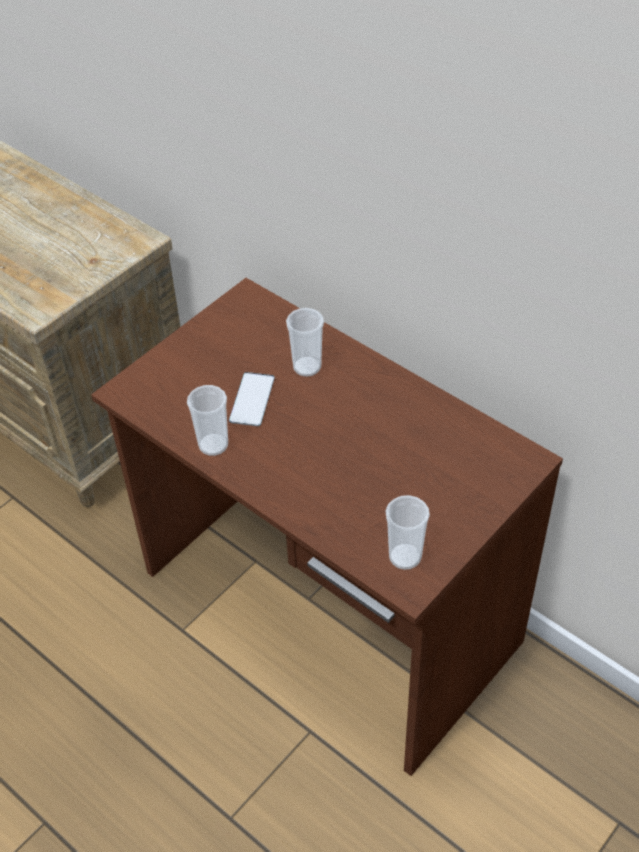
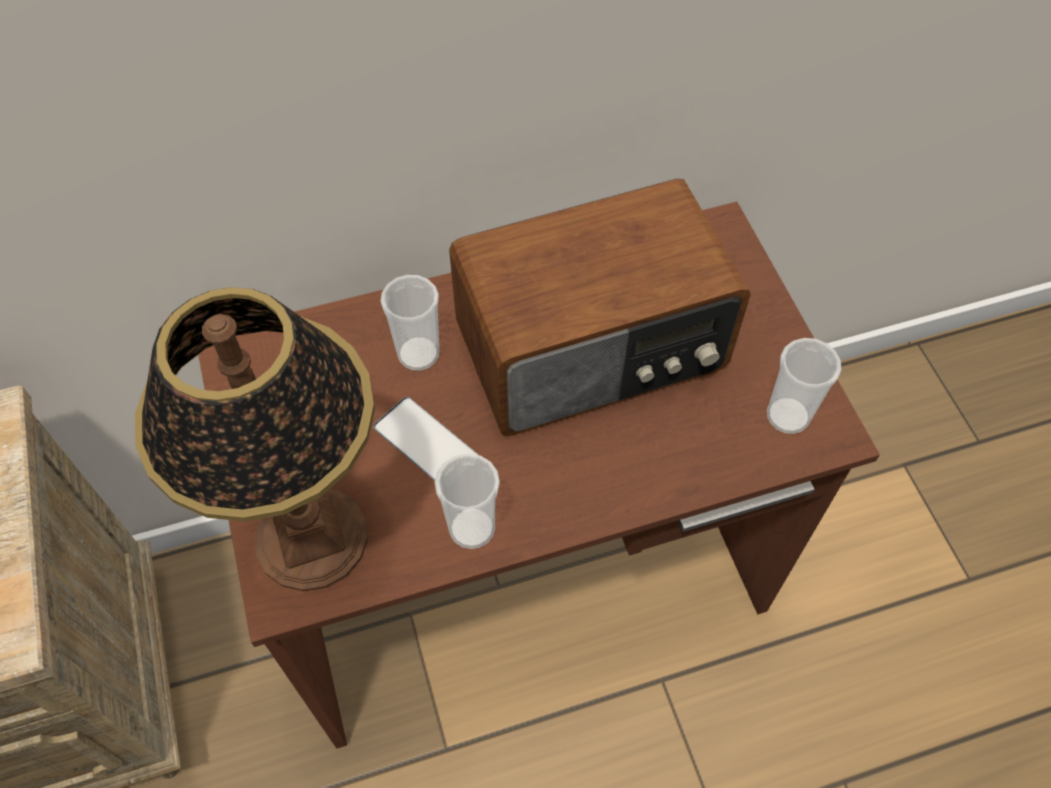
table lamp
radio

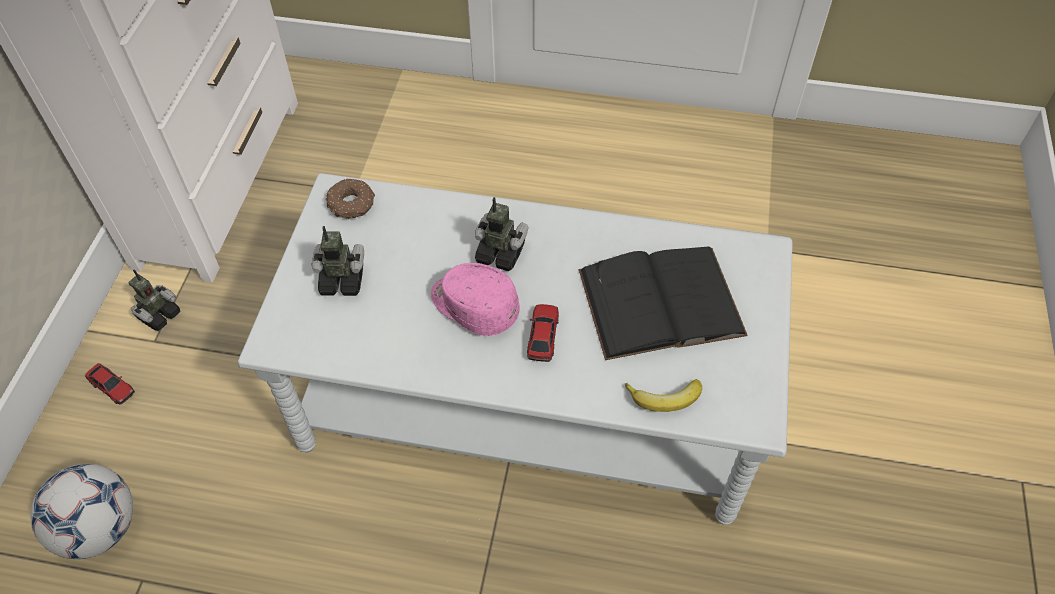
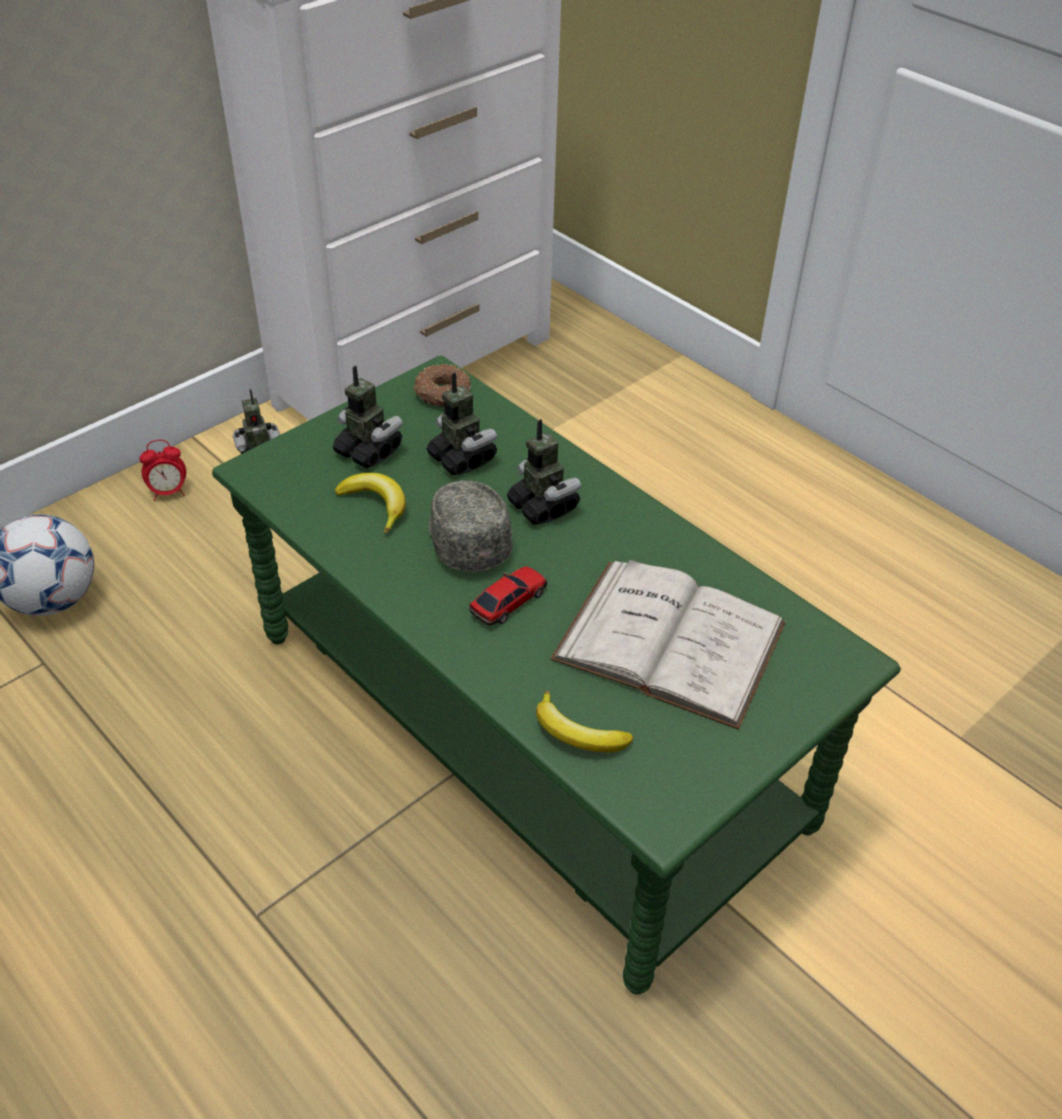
alarm clock
coffee table in green
banana (1st from left)
toy robot (3rd from left)
cap in grey
book in white

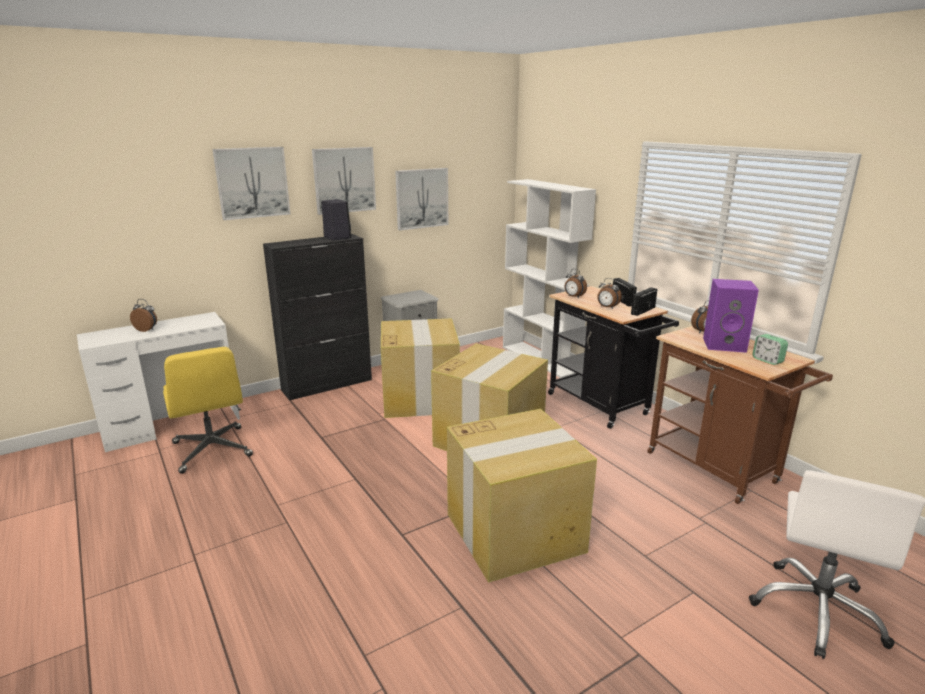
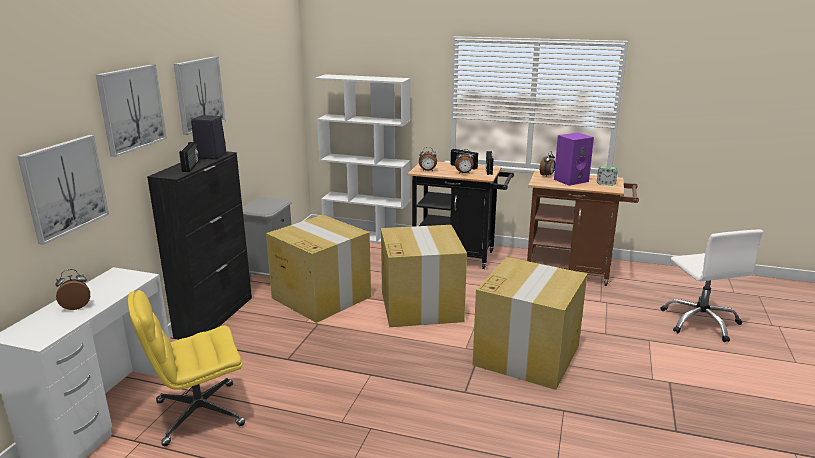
picture (1st from left)
office chair in yellow
radio (1st from left)

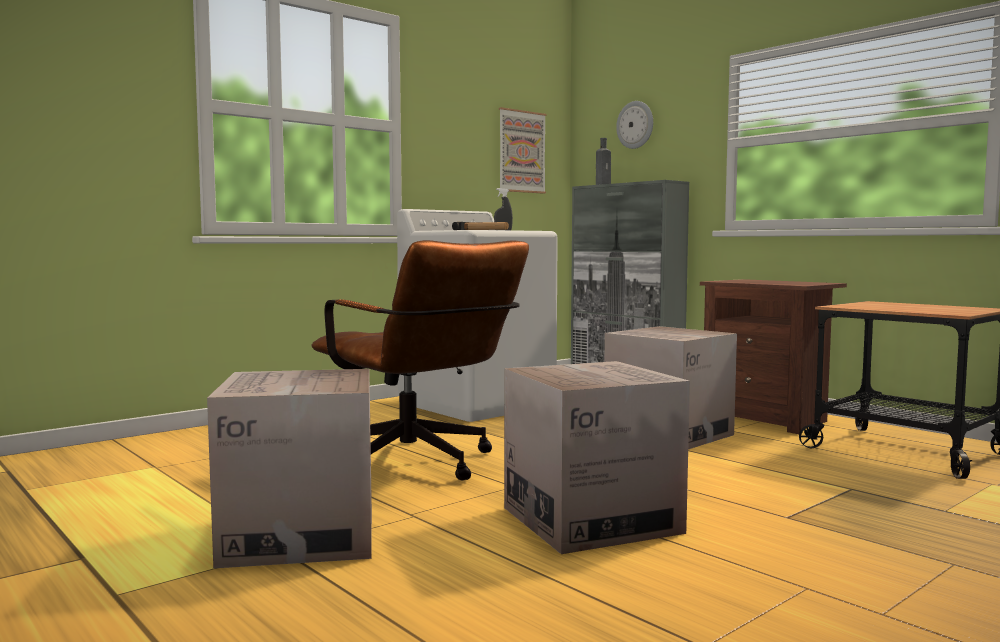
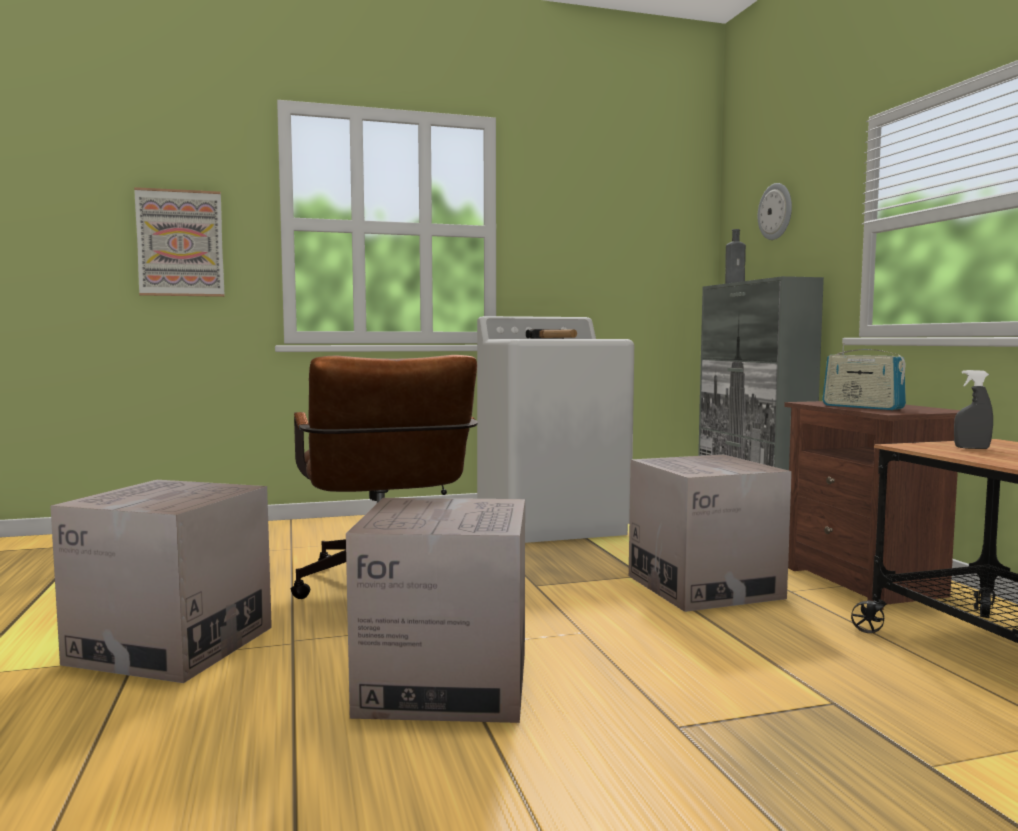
picture
radio
spray bottle in grey

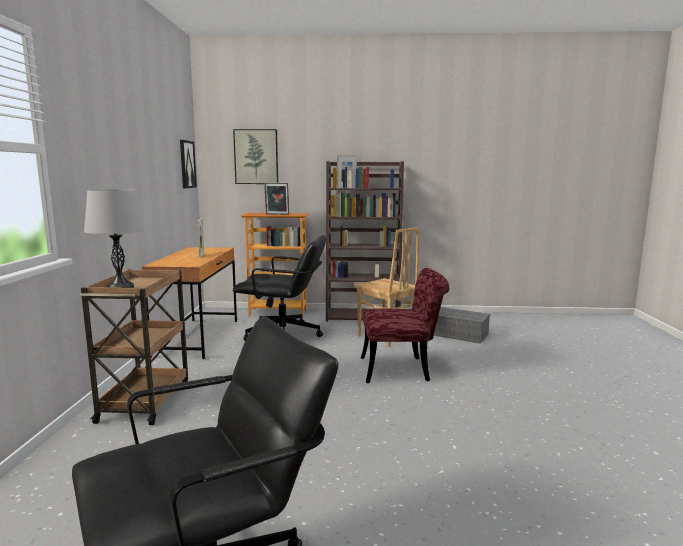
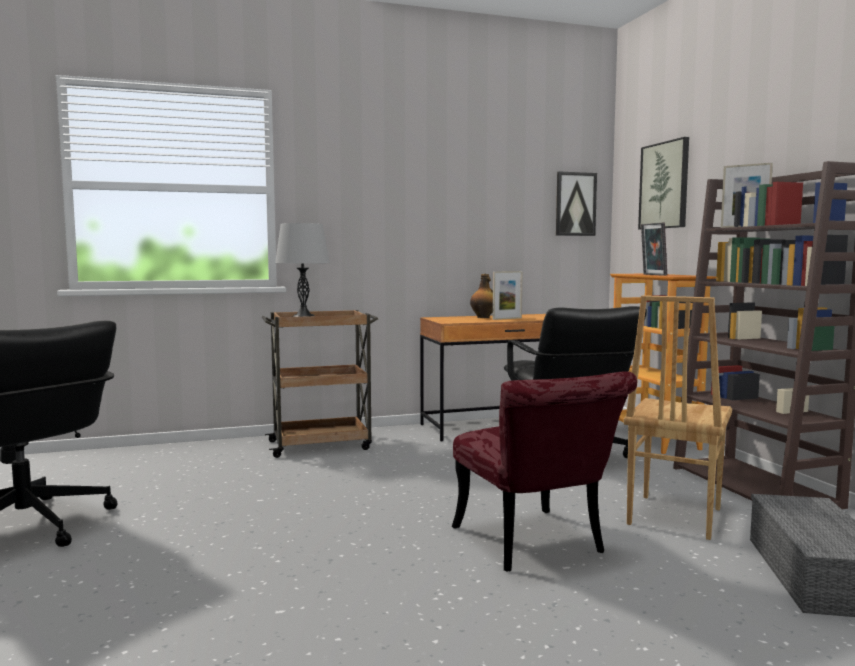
bottle

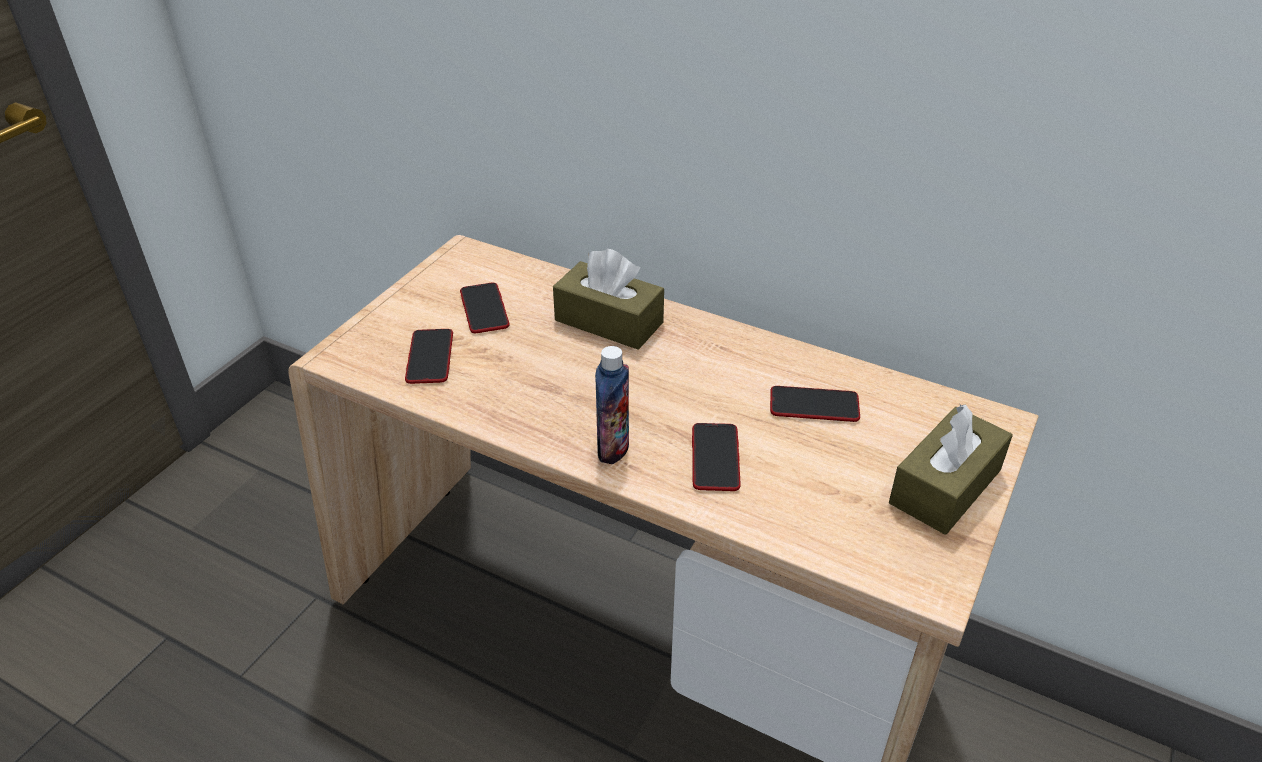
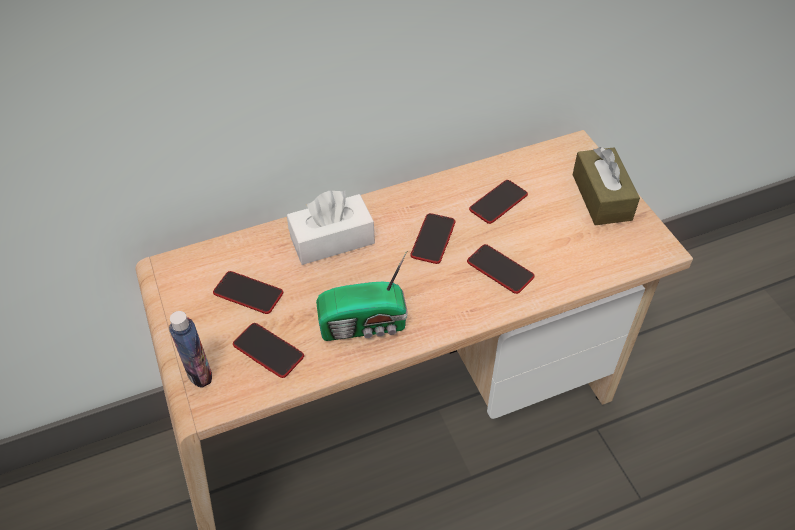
bottle
tissue box in white
radio
phone (3rd from left)

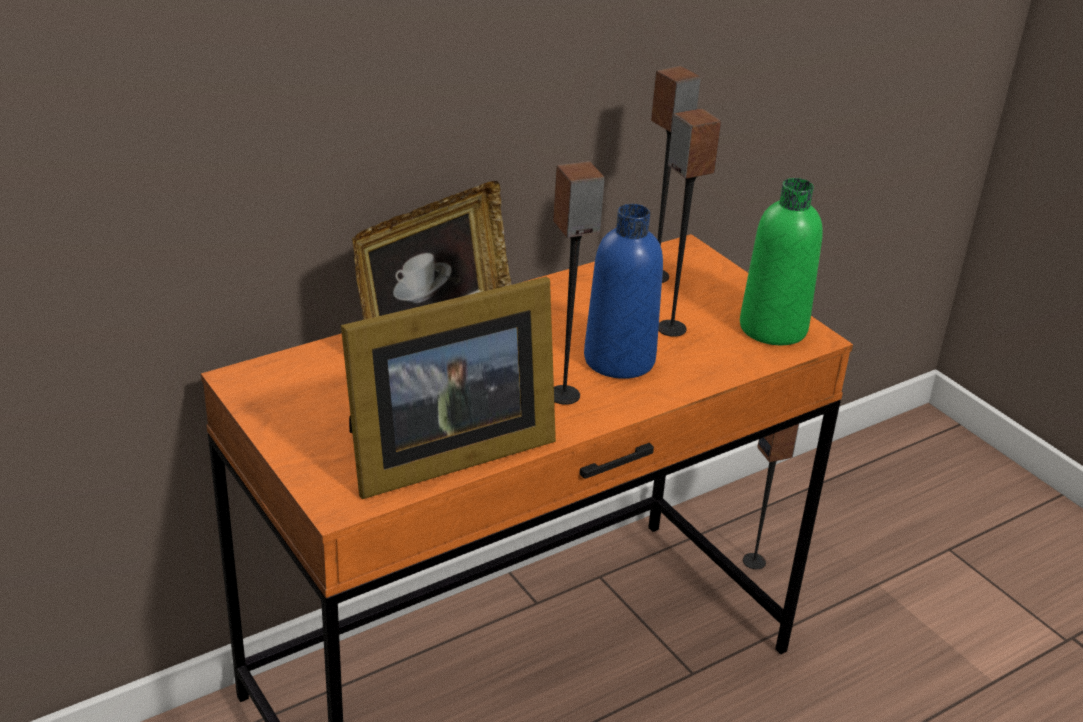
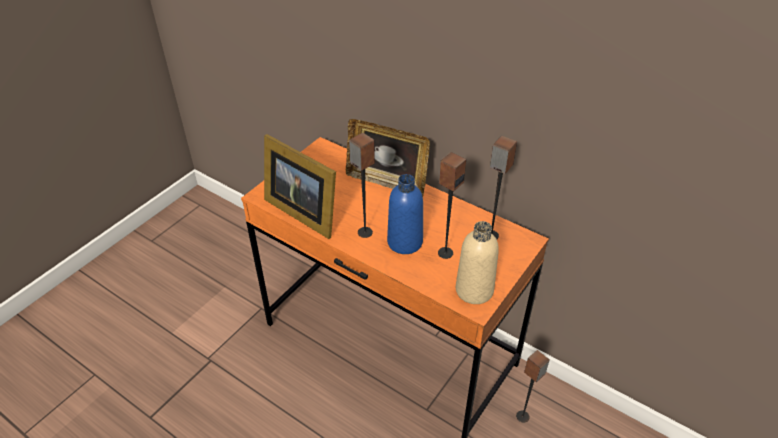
bottle in beige

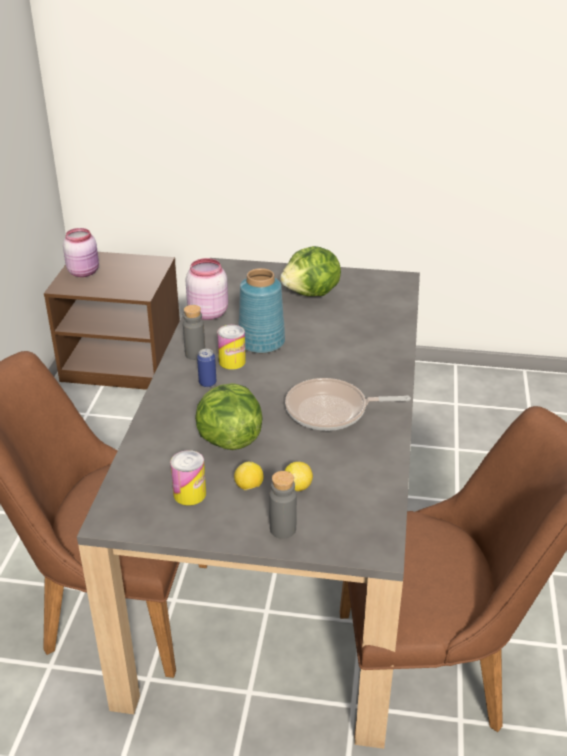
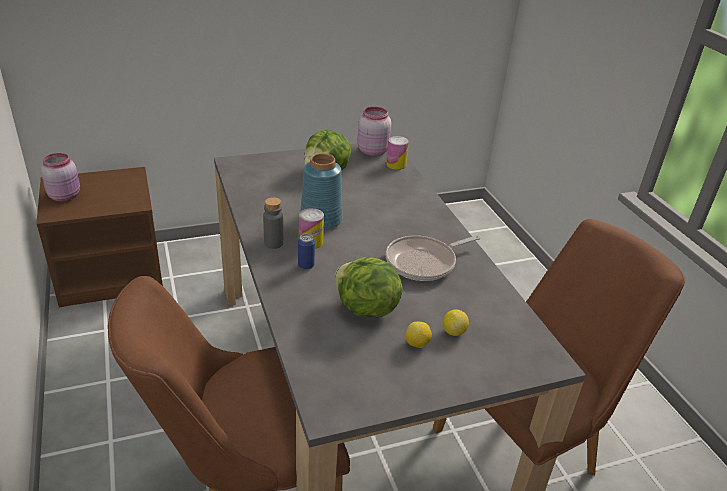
jar in pink (2nd from left)
can (3rd from left)
bottle in grey (2nd from left in the first image)

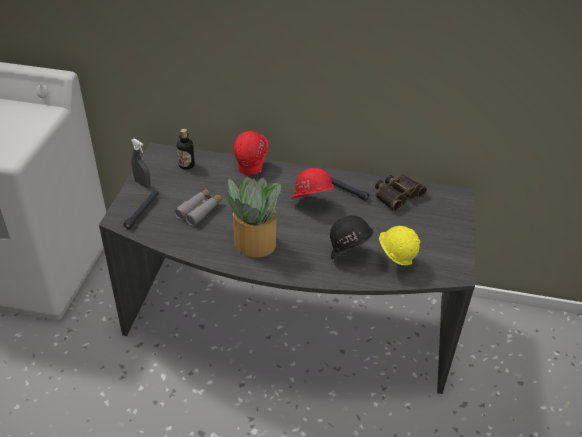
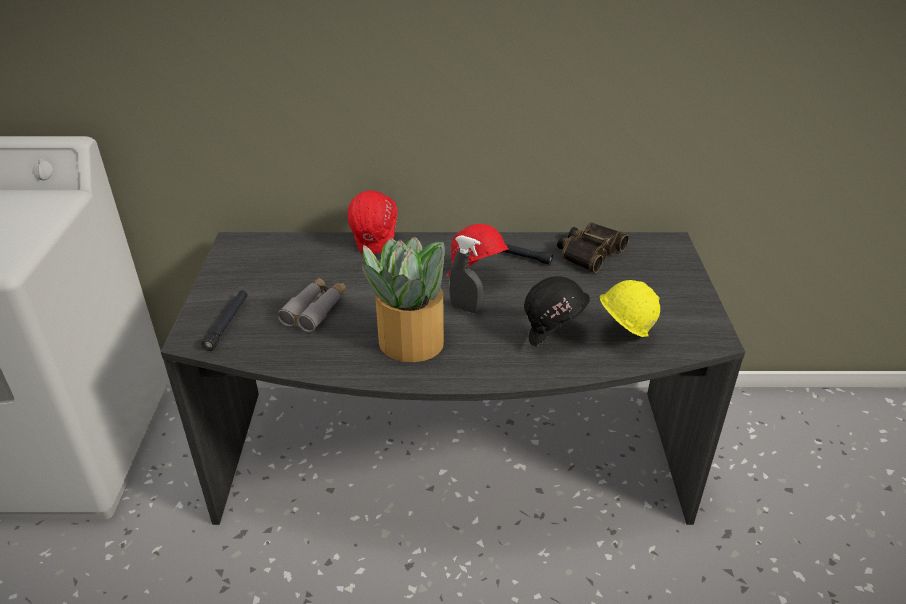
spray bottle in grey
bottle

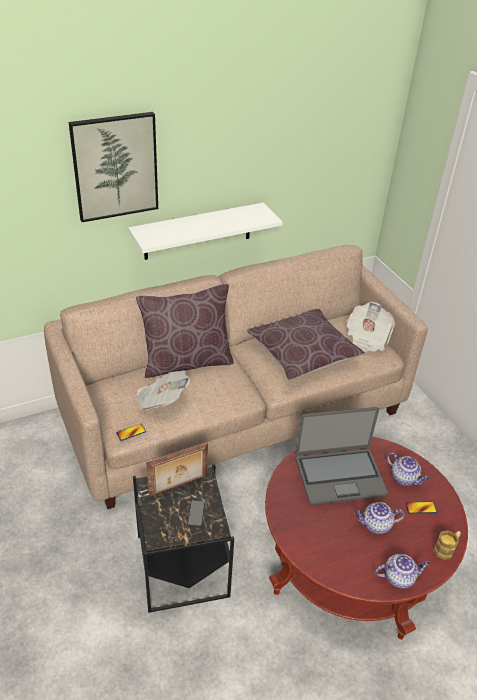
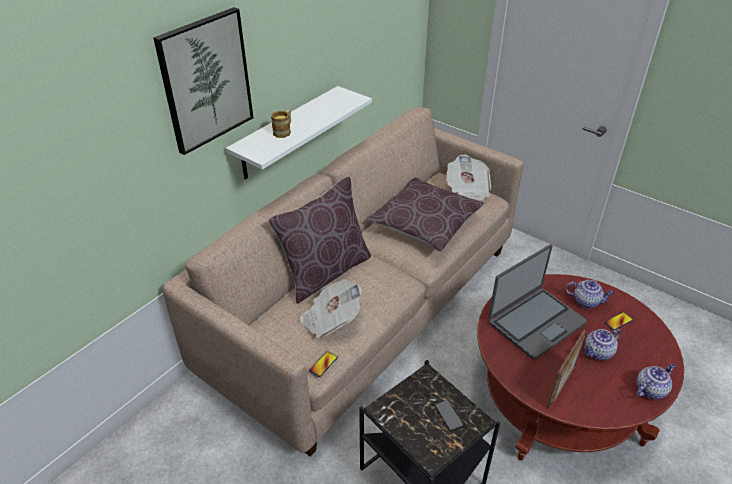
mug
picture frame

